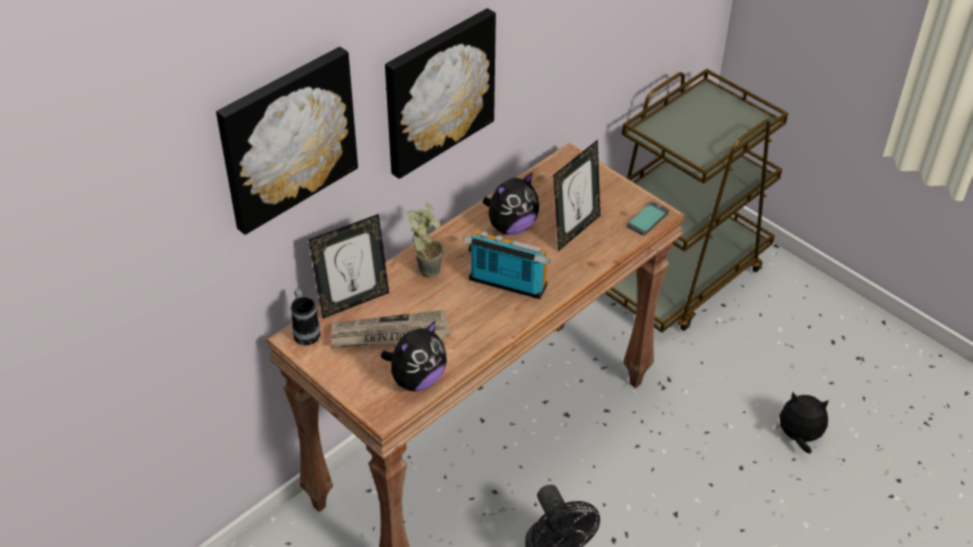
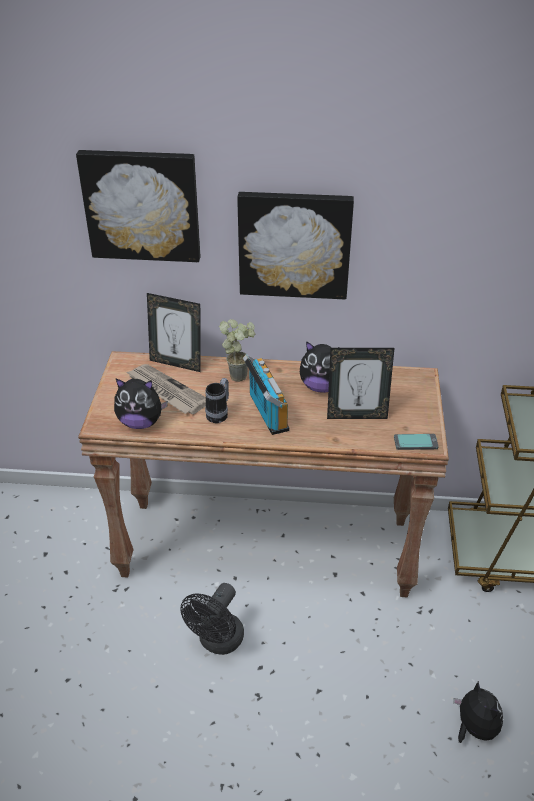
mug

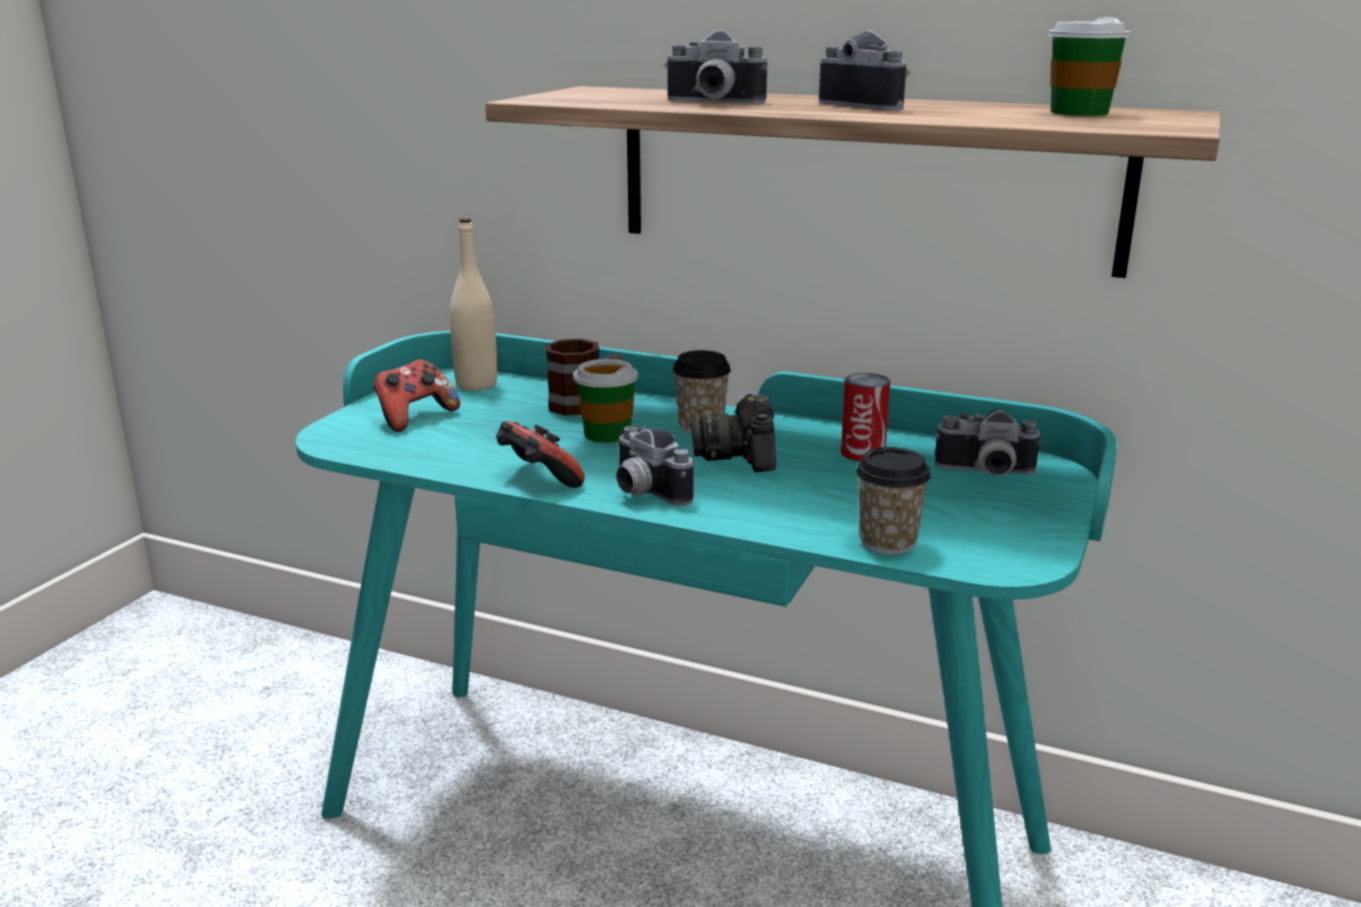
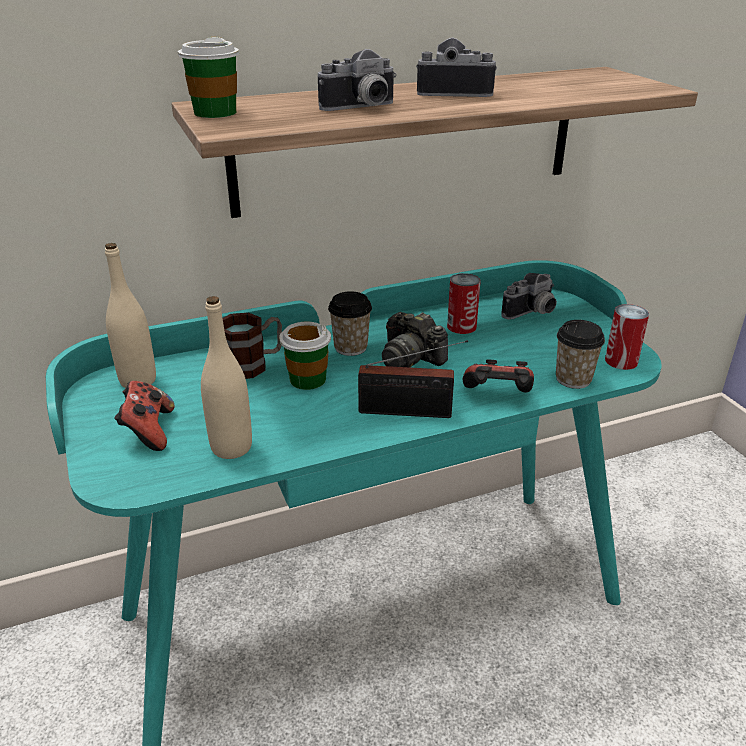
cup (1st from left)
bottle in beige (2nd from left)
radio
game controller (2nd from left)
can (2nd from left)

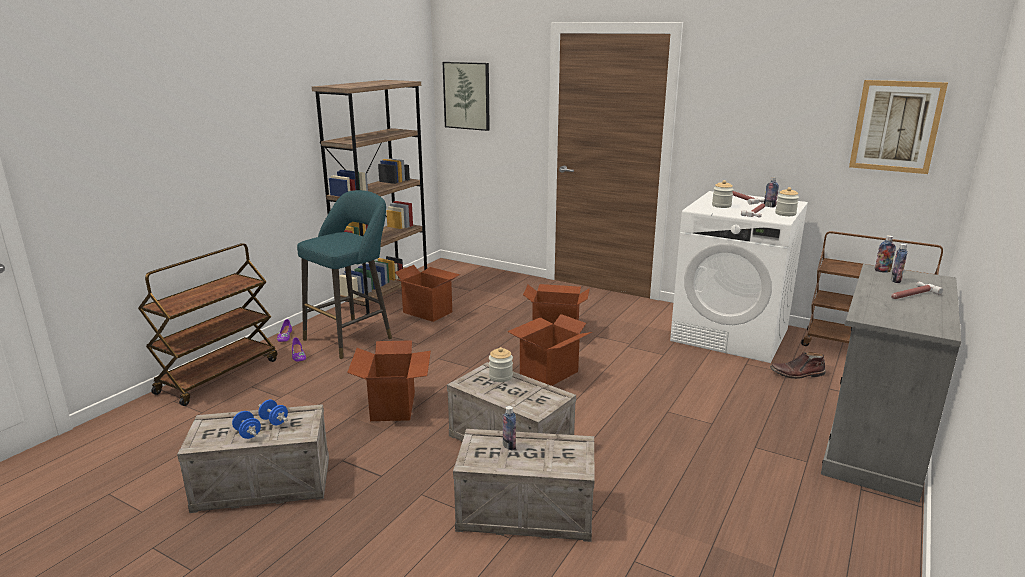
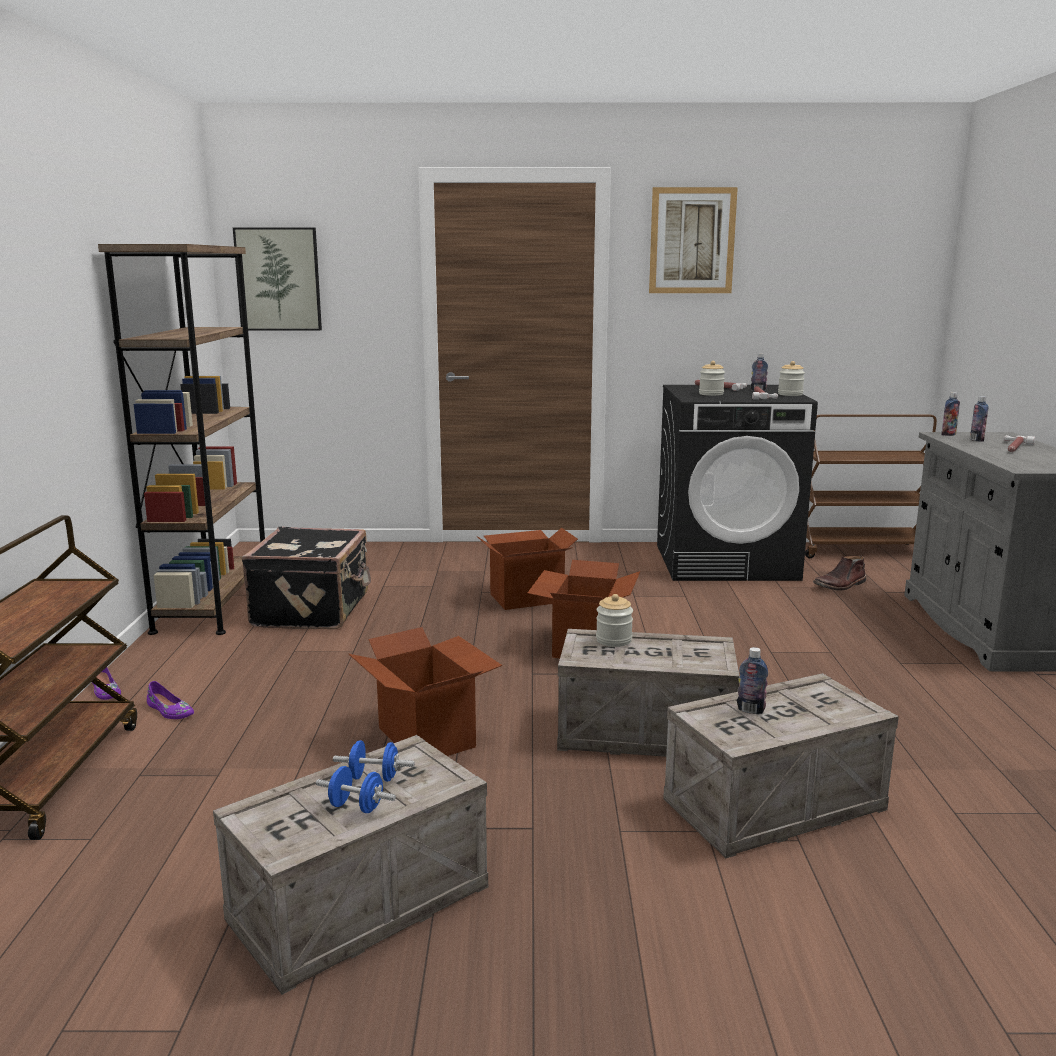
suitcase in black
picture (2nd from left)
washing machine in black
stool in turquoise

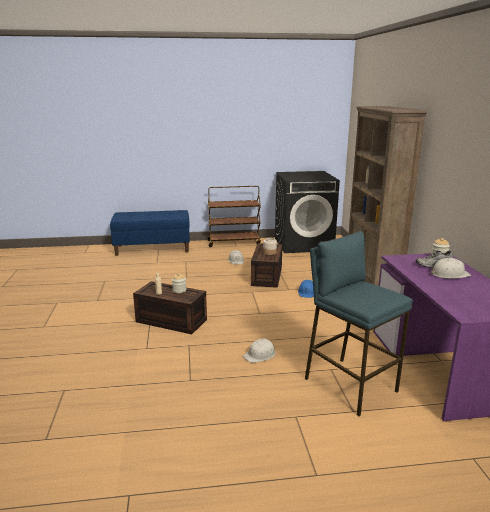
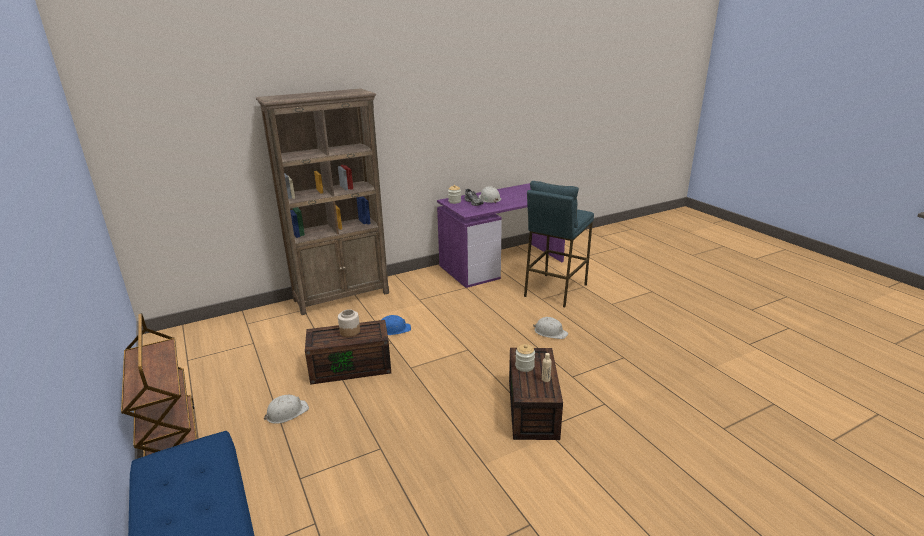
washing machine in black

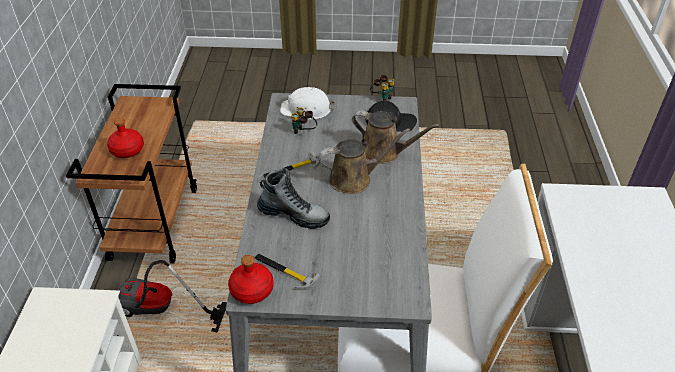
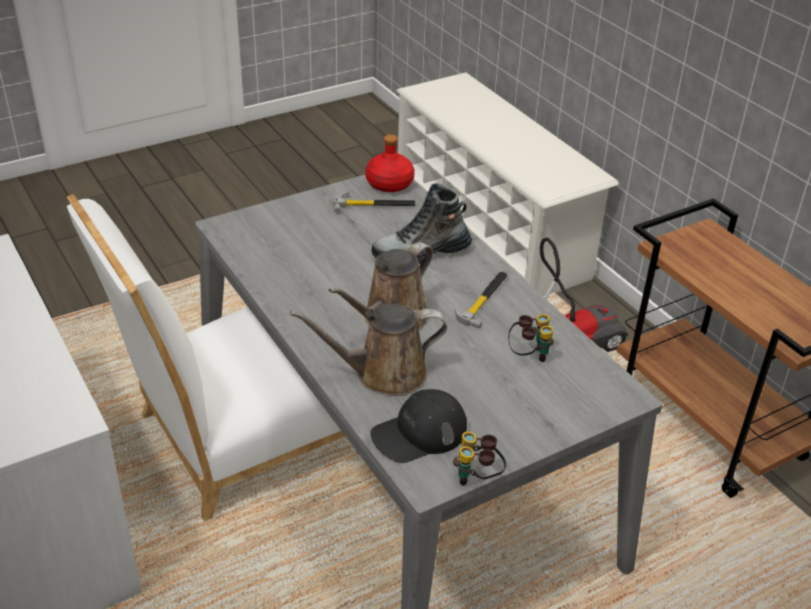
bottle in red (1st from left in the first image)
hard hat in white

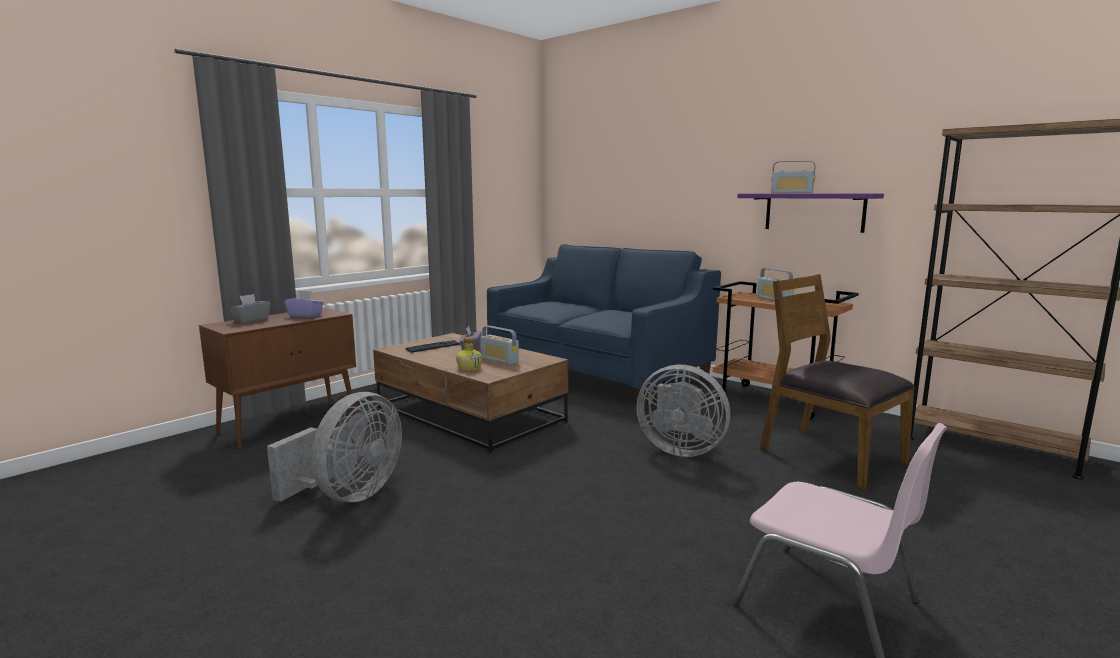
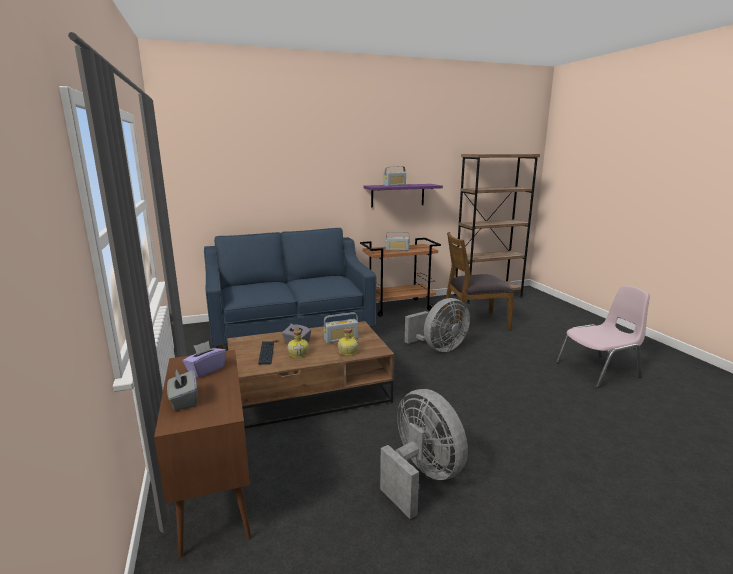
bottle (1st from left)

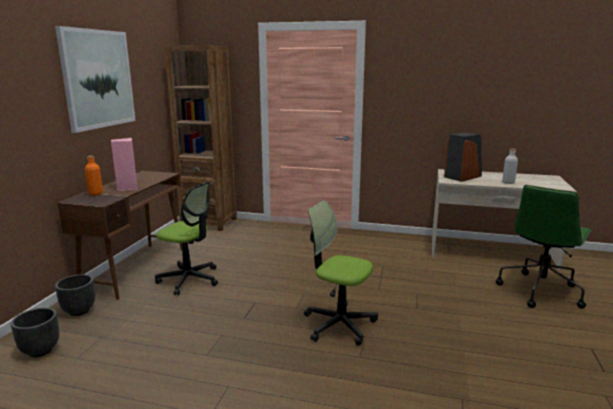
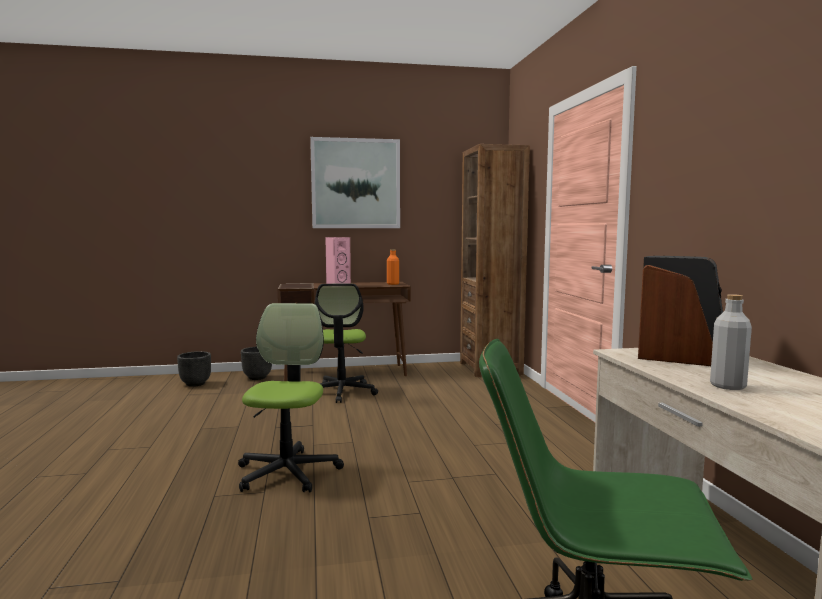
bottle in orange

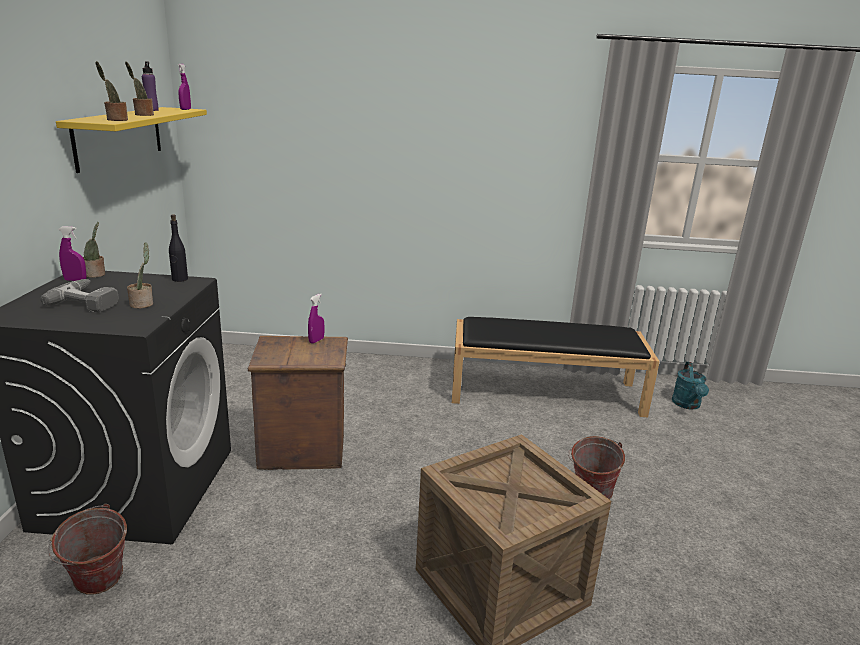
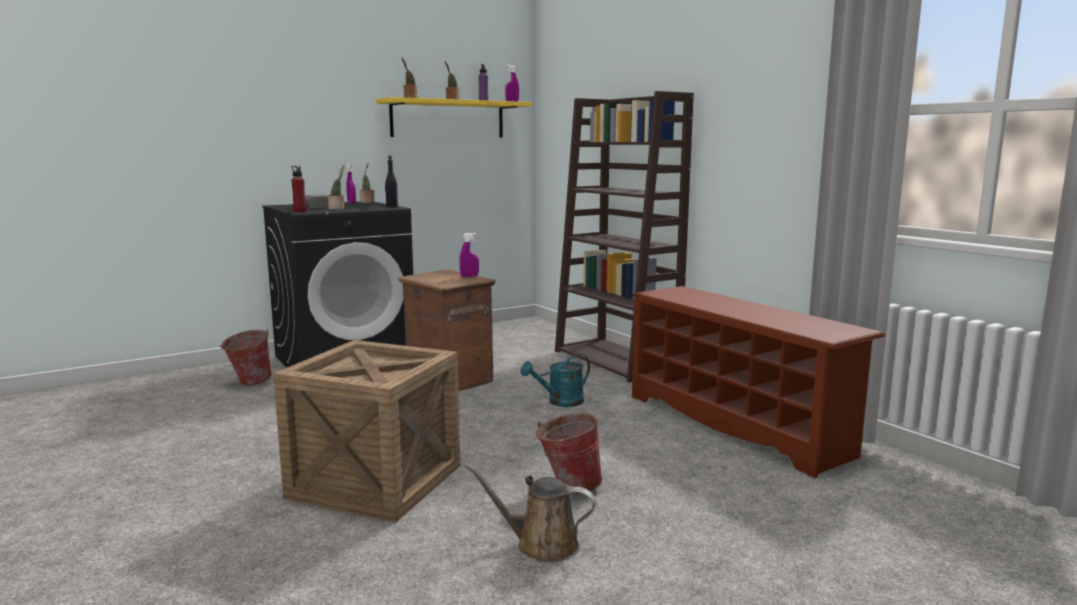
bottle in red
watering can in brown
watering can in turquoise
bookcase in brown
shoe rack in brown

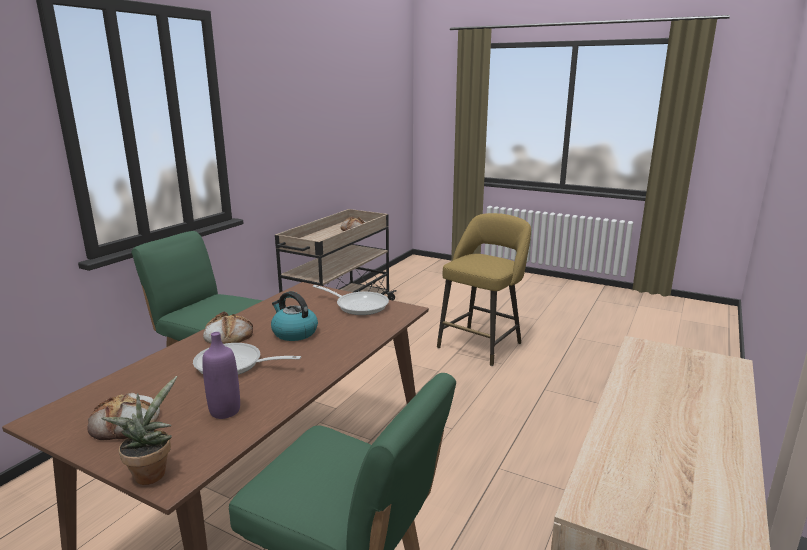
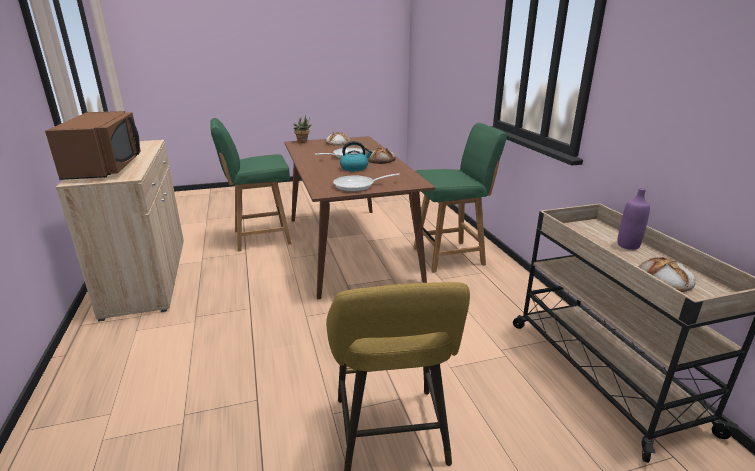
microwave in brown
bottle in purple

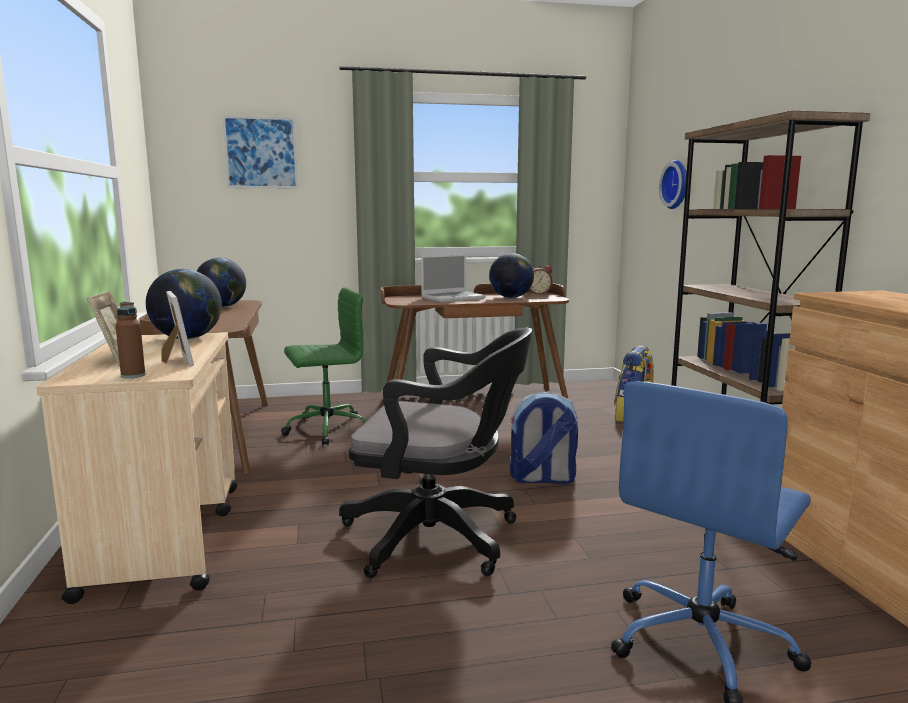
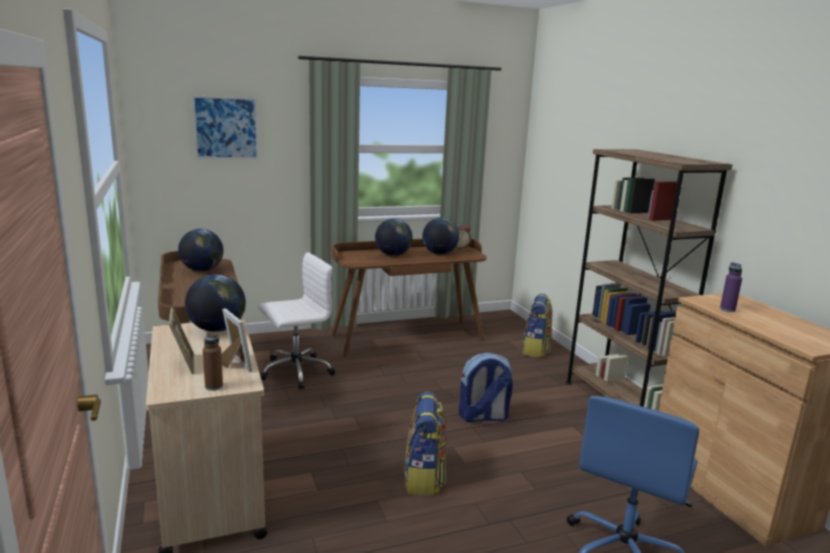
office chair in white
globe (3rd from left)
backpack (1st from left)
bottle in purple
wall clock

